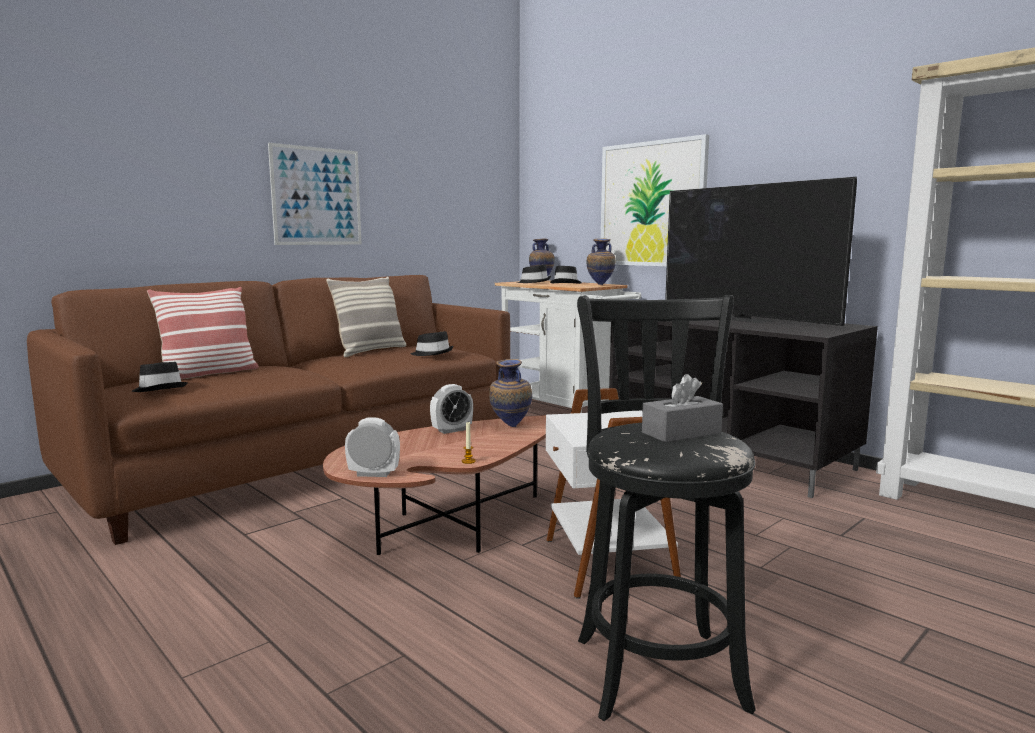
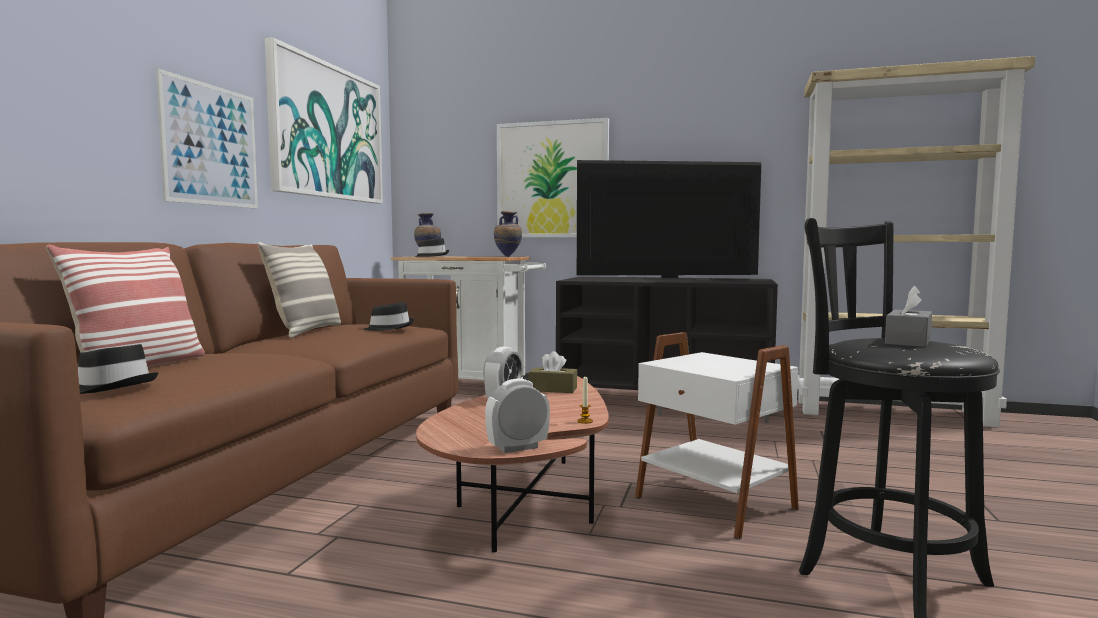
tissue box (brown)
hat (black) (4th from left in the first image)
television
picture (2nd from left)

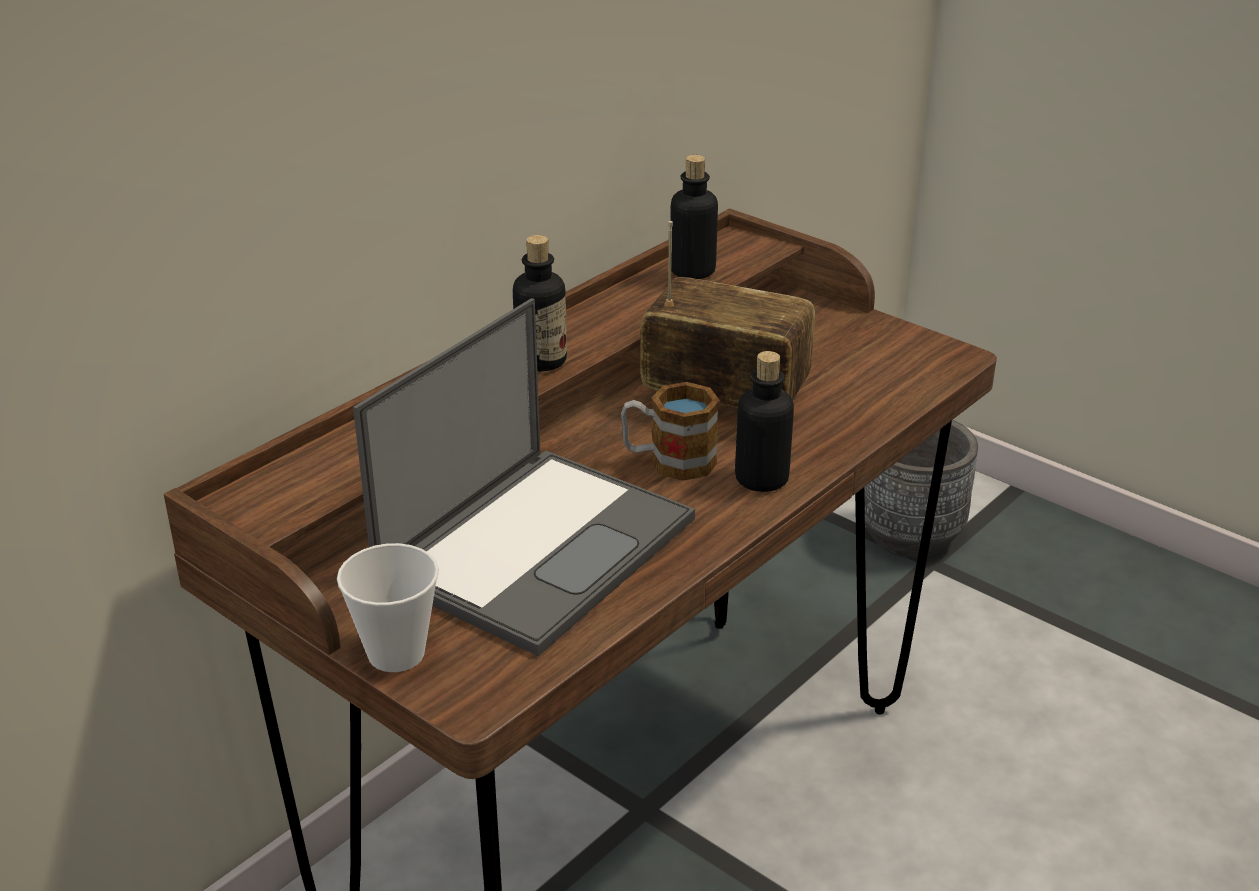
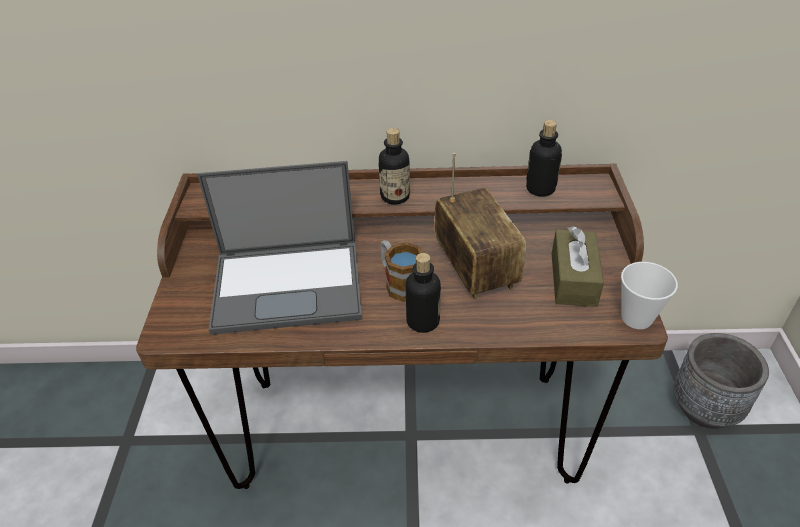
cup
tissue box (brown)

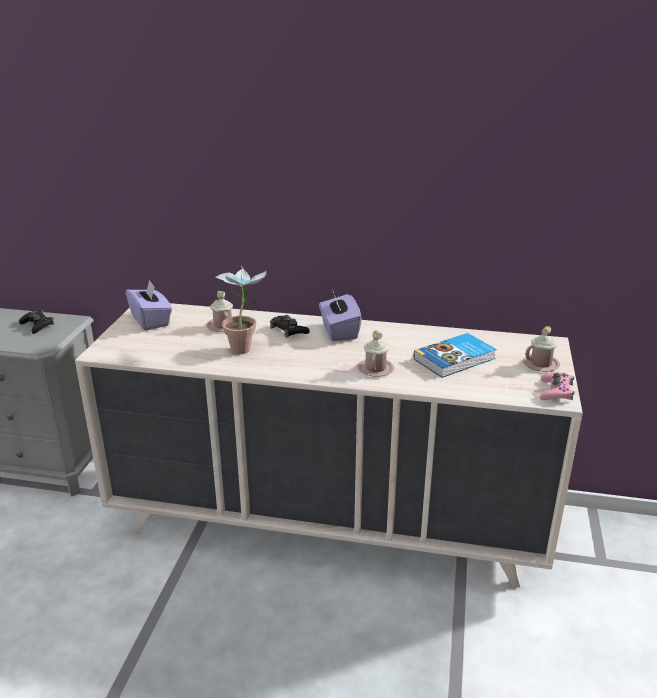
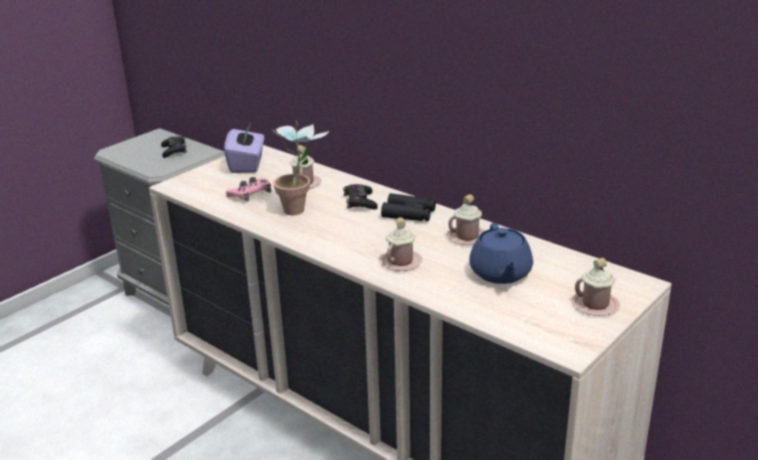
binoculars (black)
teapot (blue)
game controller (pink)
mug (pink) (3rd from left)

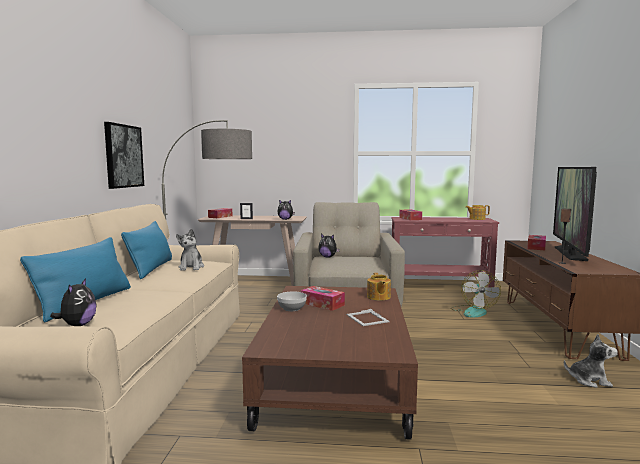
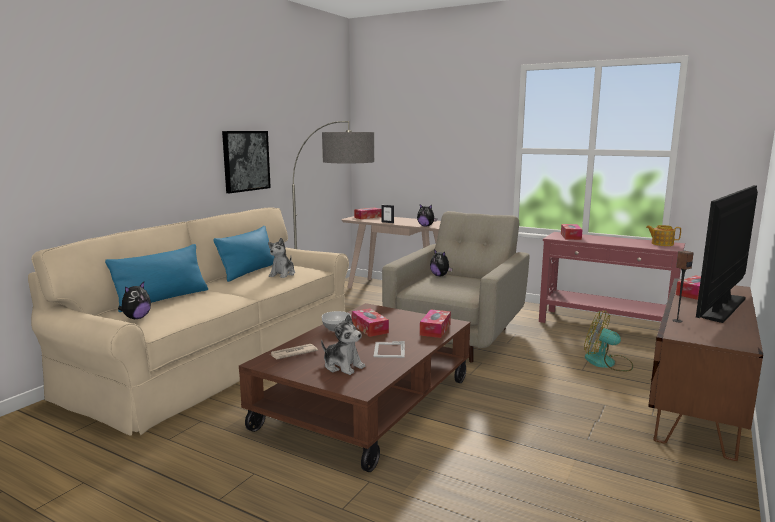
tissue box (3rd from left)
fan
plush toy (3rd from left)
newspaper

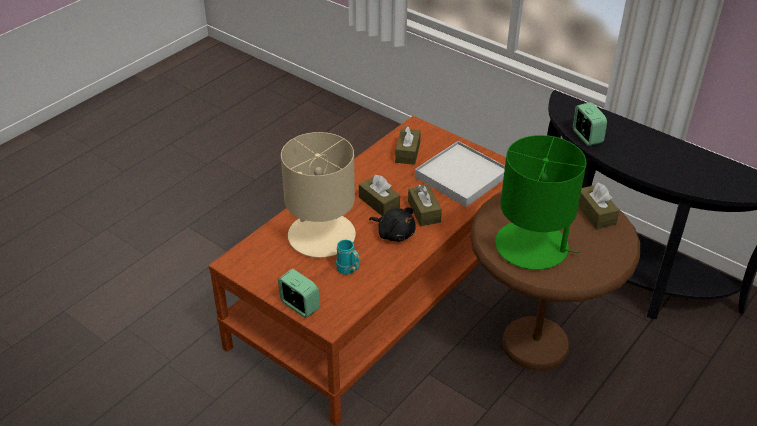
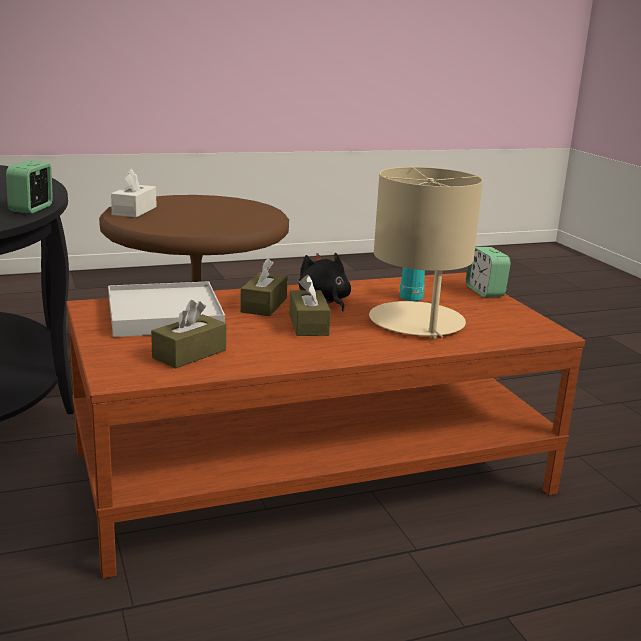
table lamp (green)
tissue box (white)

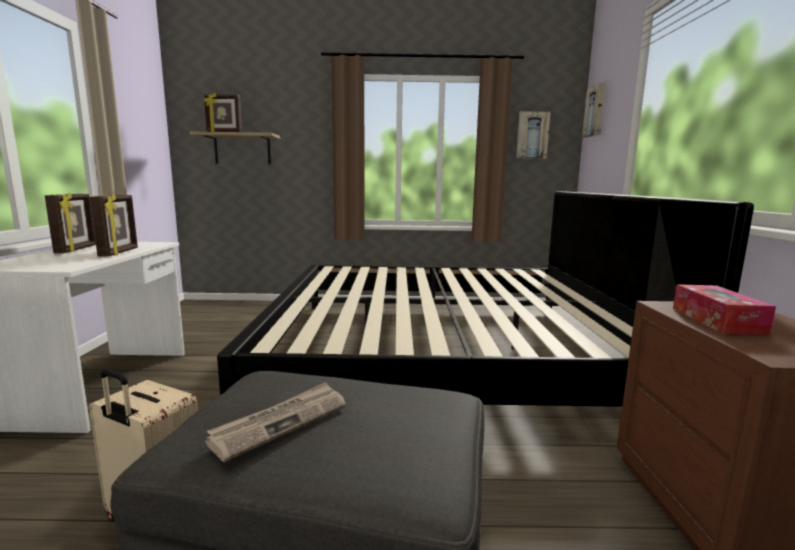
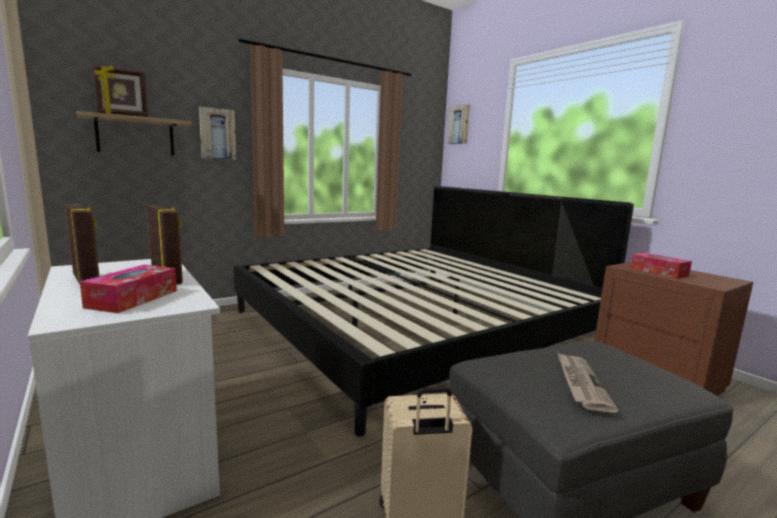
picture (1st from left)
tissue box (1st from left)

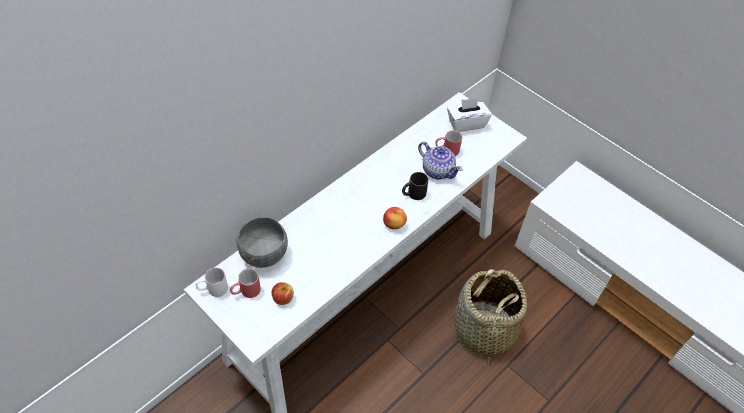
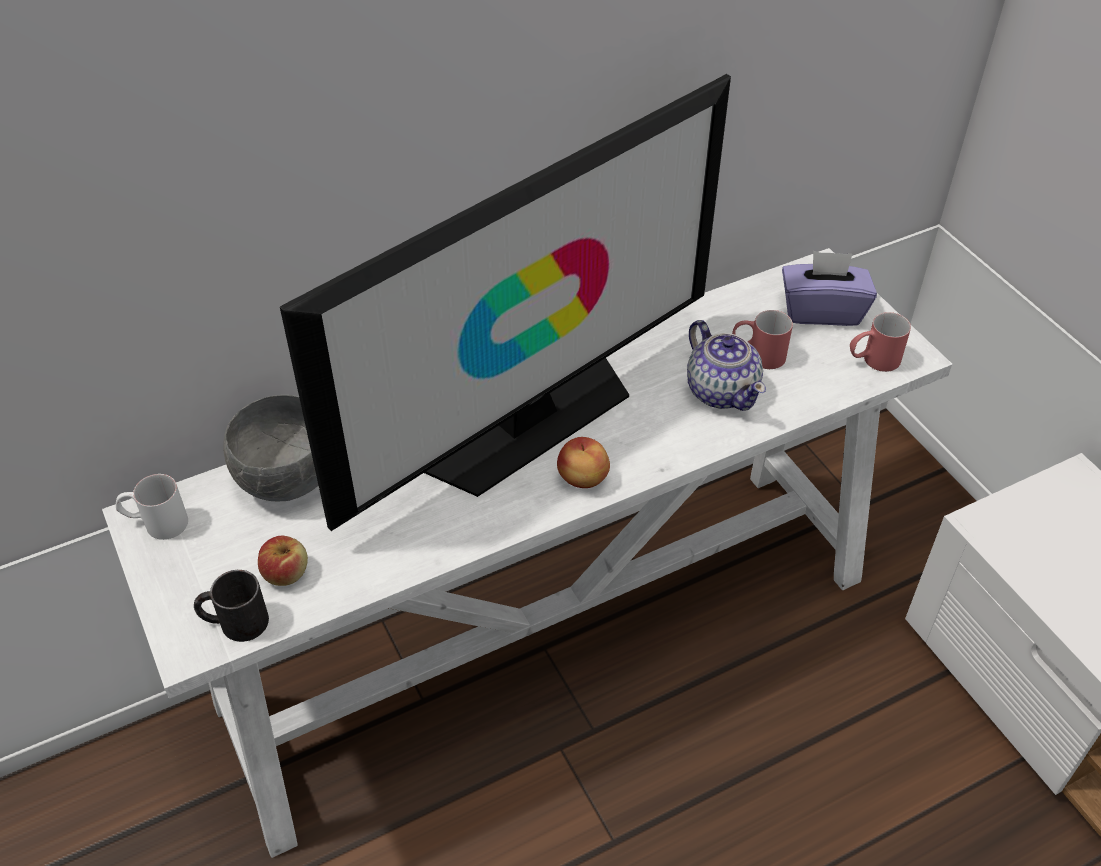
mug (red) (2nd from left)
mug (black)
tissue box (purple)
basket
television

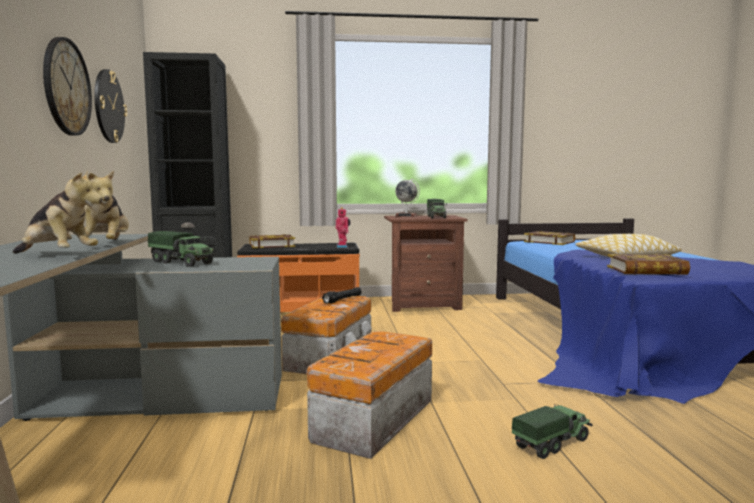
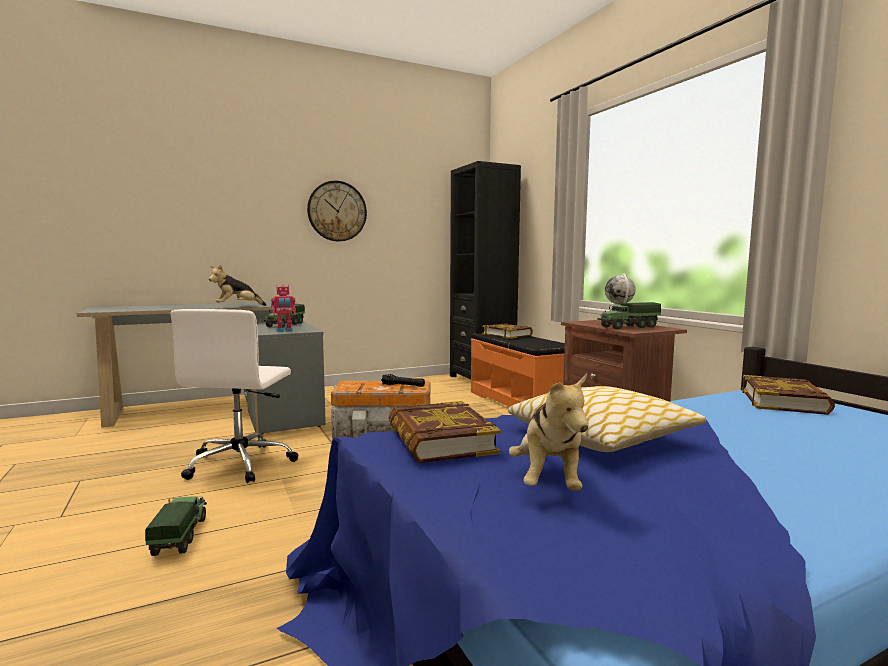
plush toy (2nd from left)
wall clock (2nd from left in the first image)
office chair (white)
toy robot
toy truck (1st from left)

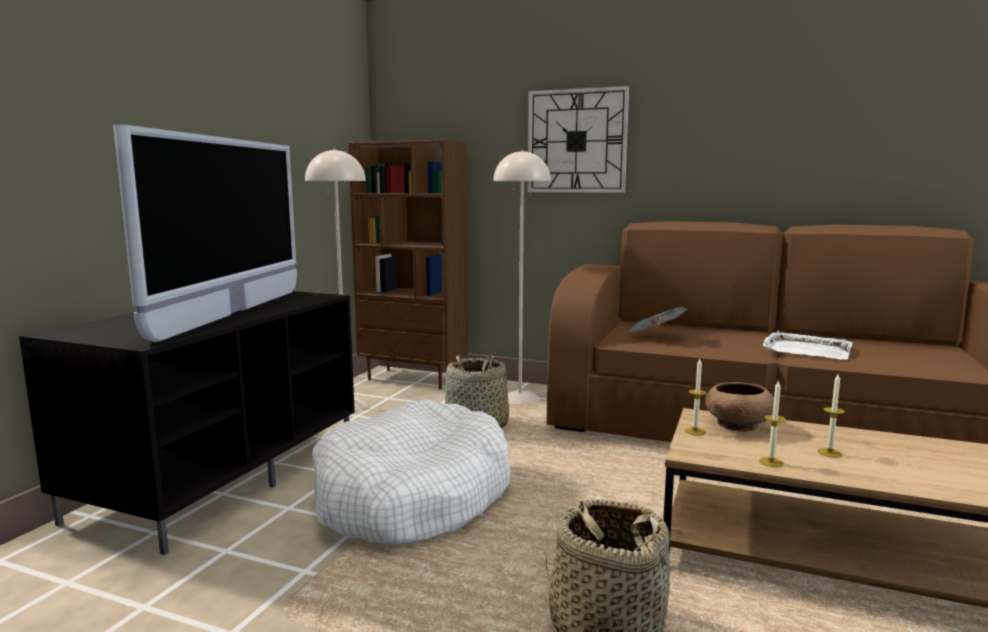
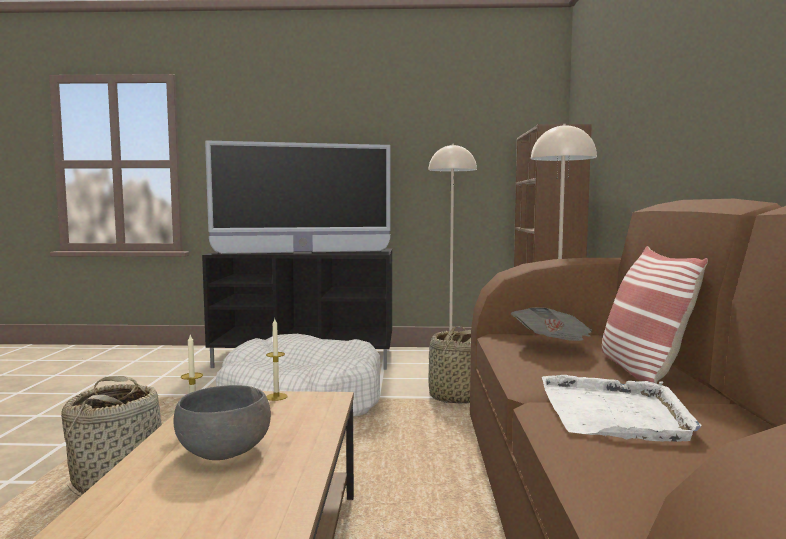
wall clock
bowl (brown)
bowl (grey)
pillow

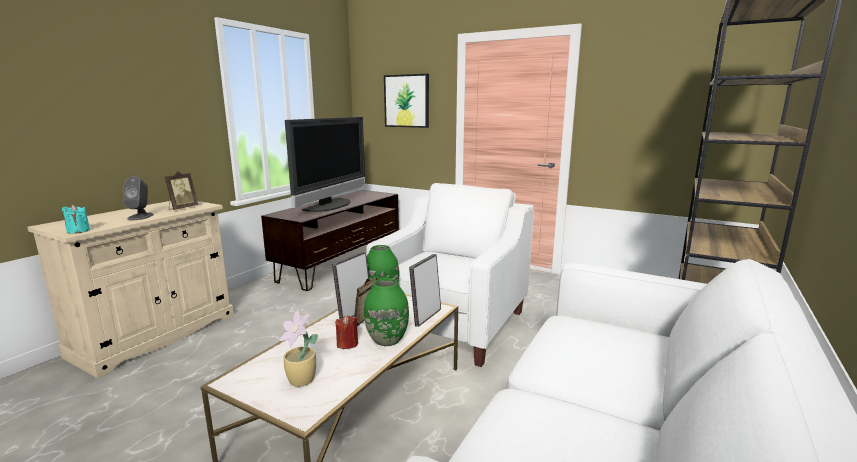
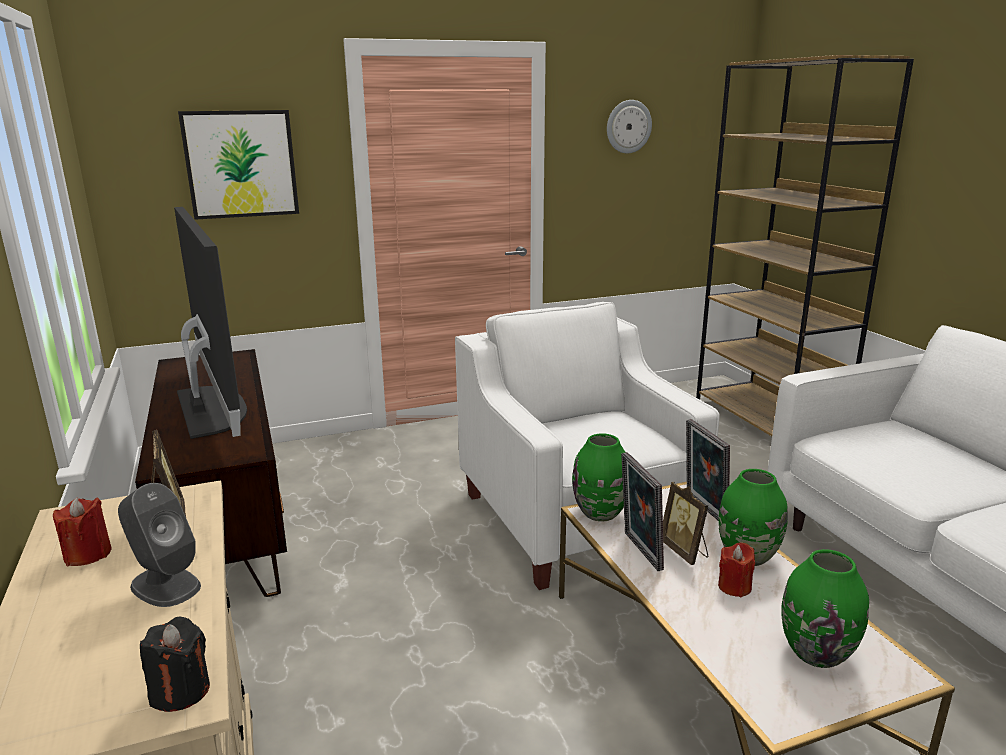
candle (black)
vase (green) (3rd from left)
candle (red) (1st from left)
wall clock

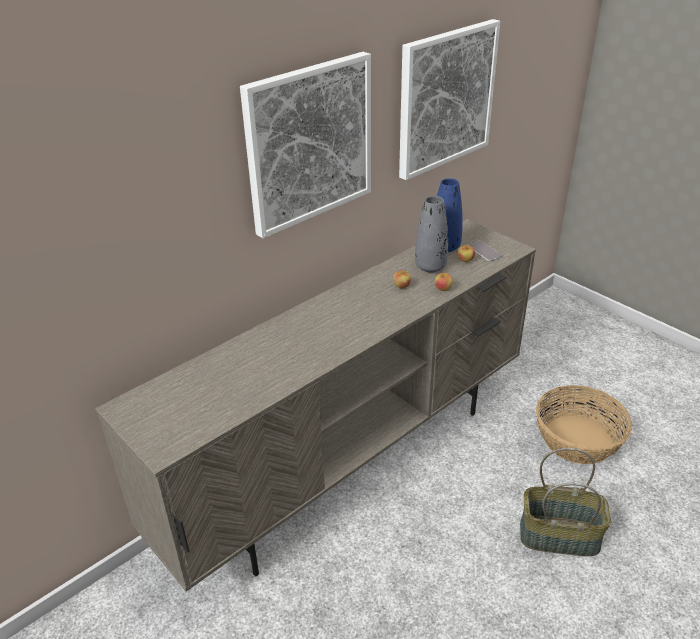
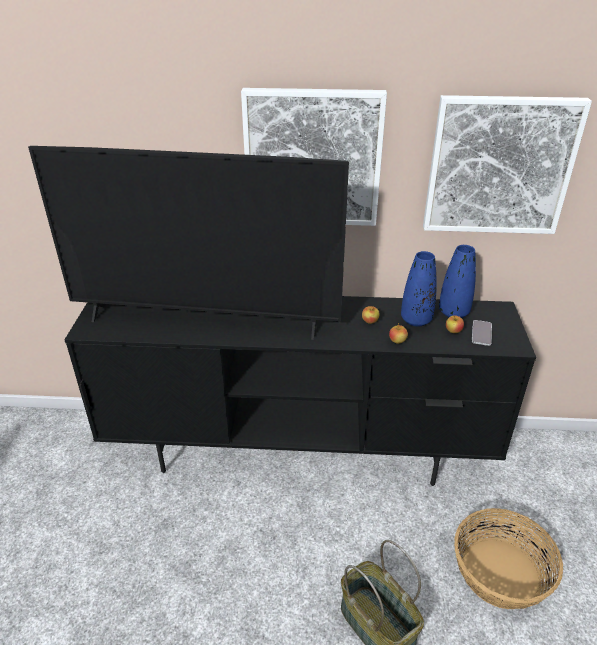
tv stand (black)
vase (blue) (1st from left)
television

